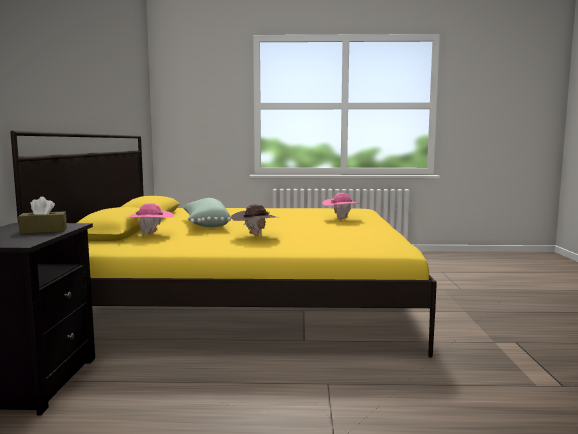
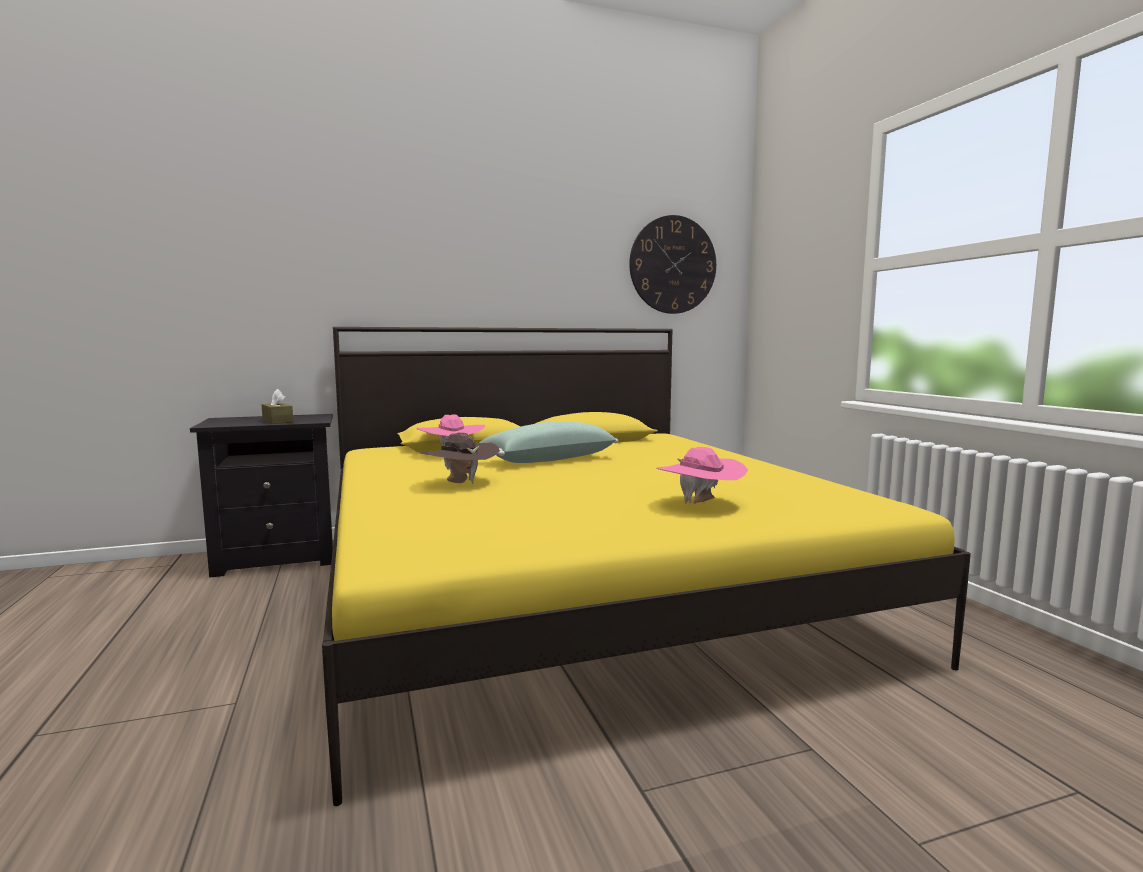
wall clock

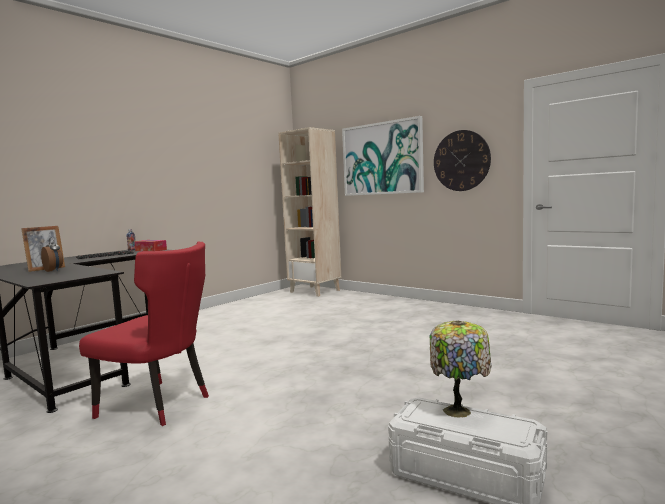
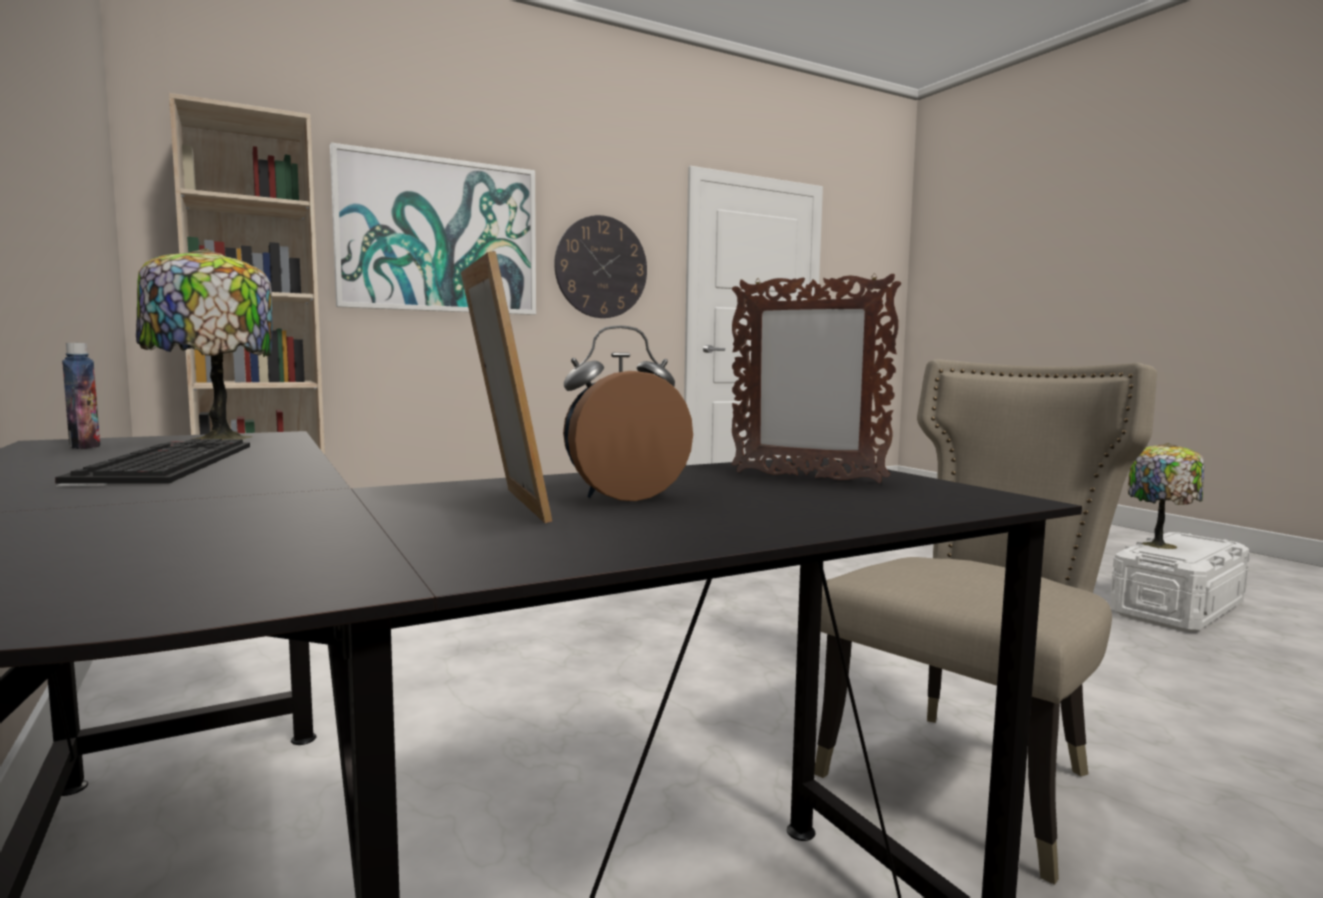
chair (beige)
table lamp (1st from left)
picture frame (2nd from left)

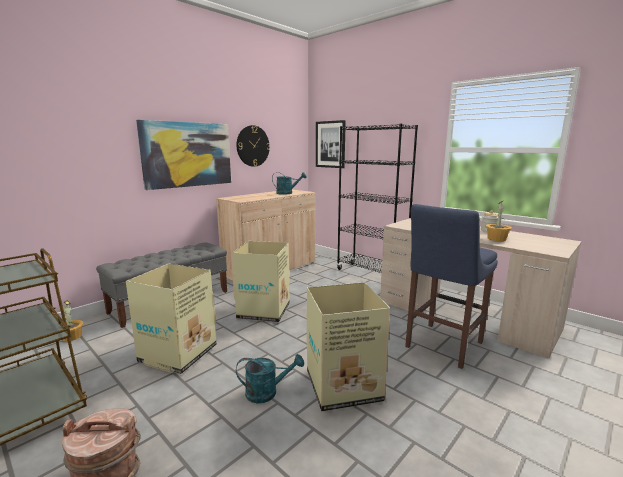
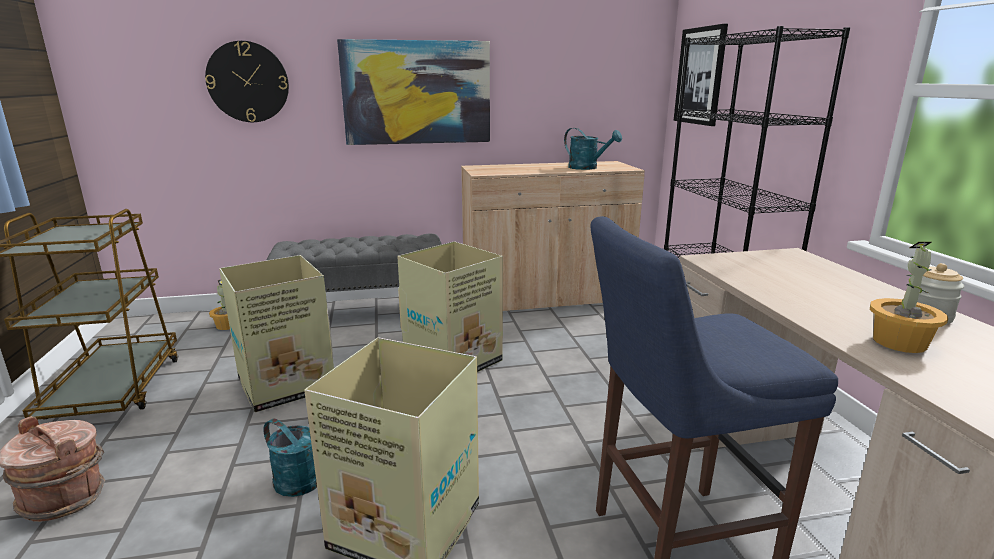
wall clock

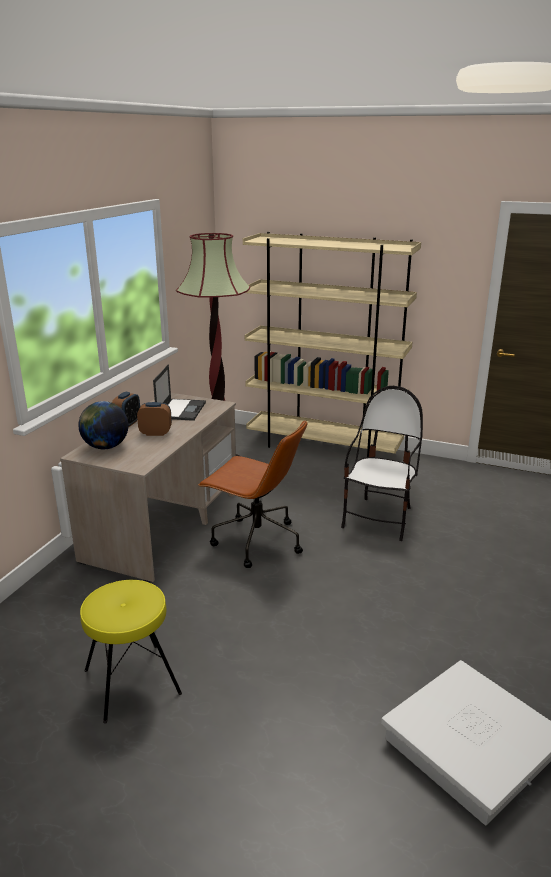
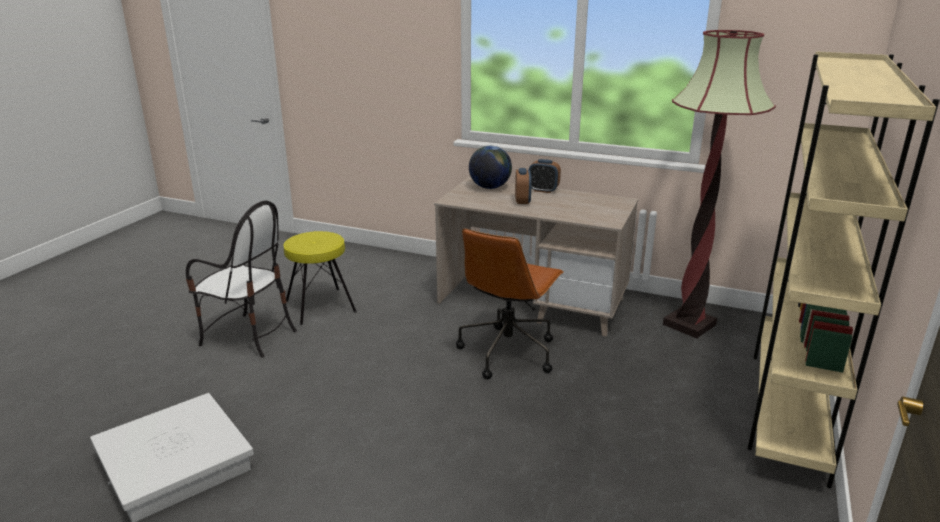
laptop
chair

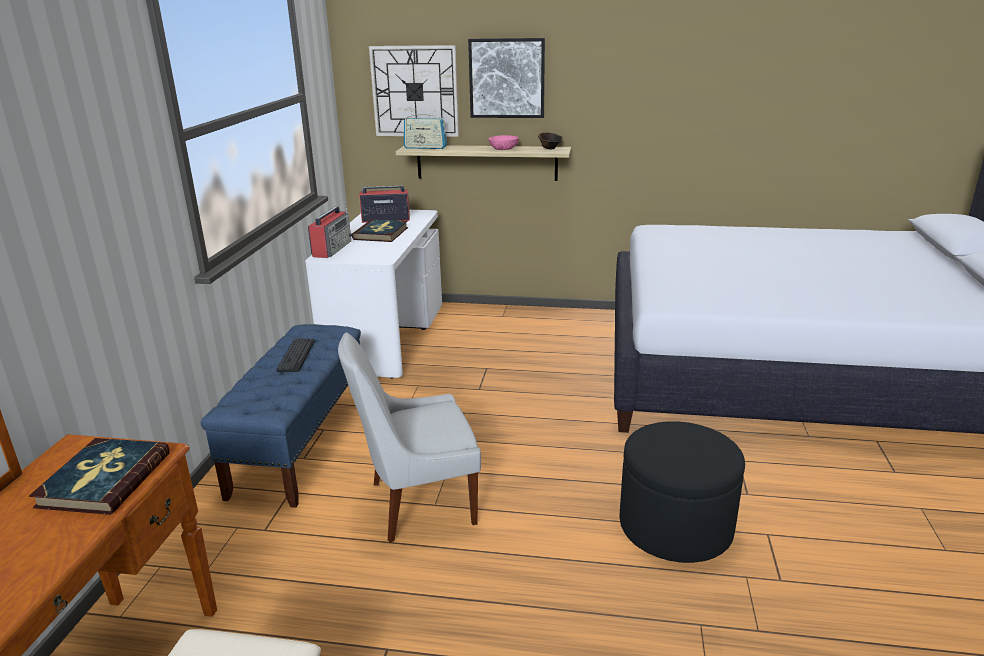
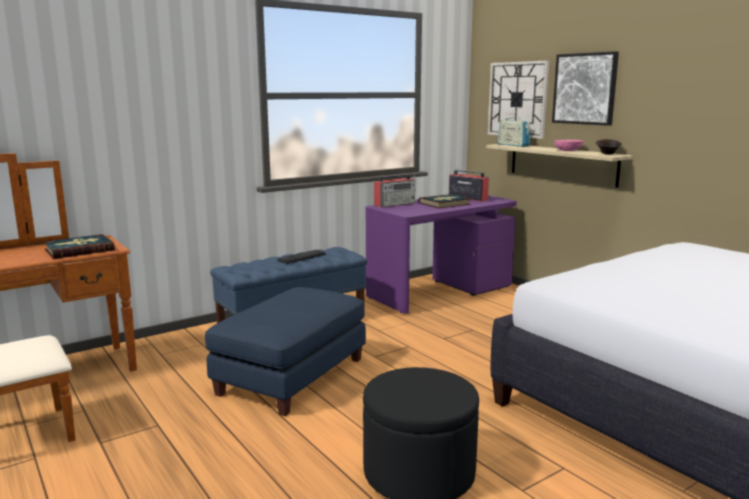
desk (purple)
ottoman (blue)

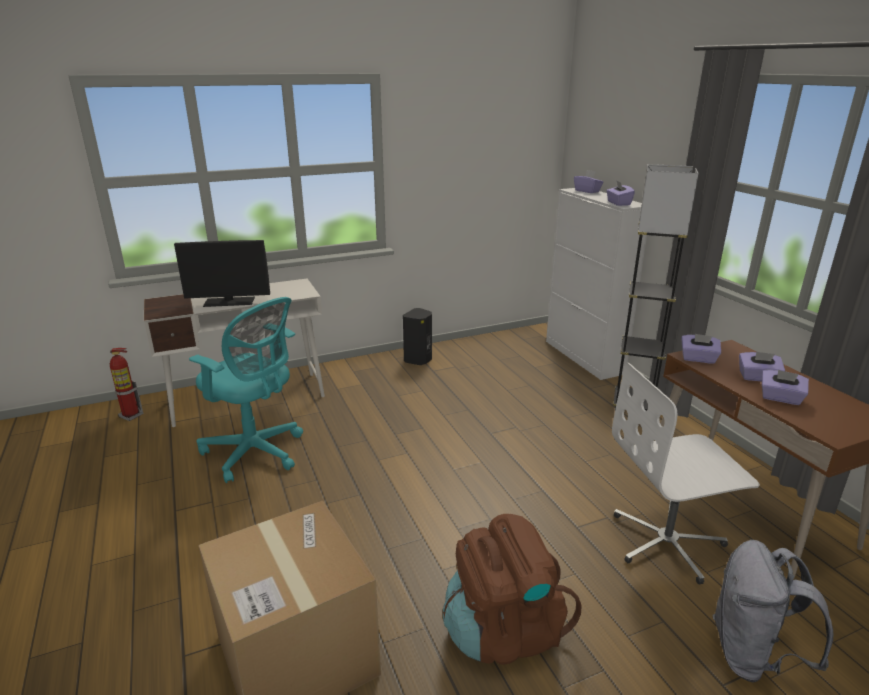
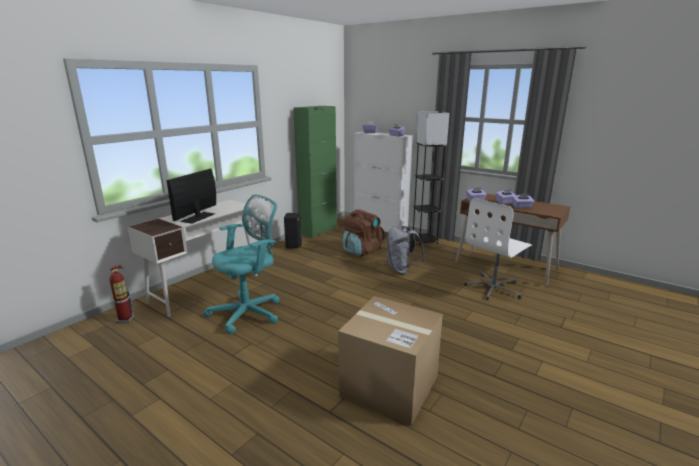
monitor
office chair (turquoise)
backpack (brown)
backpack (grey)
cabinet (green)

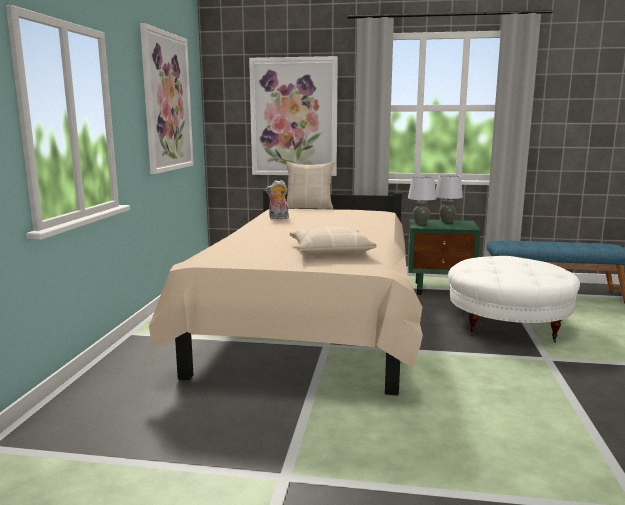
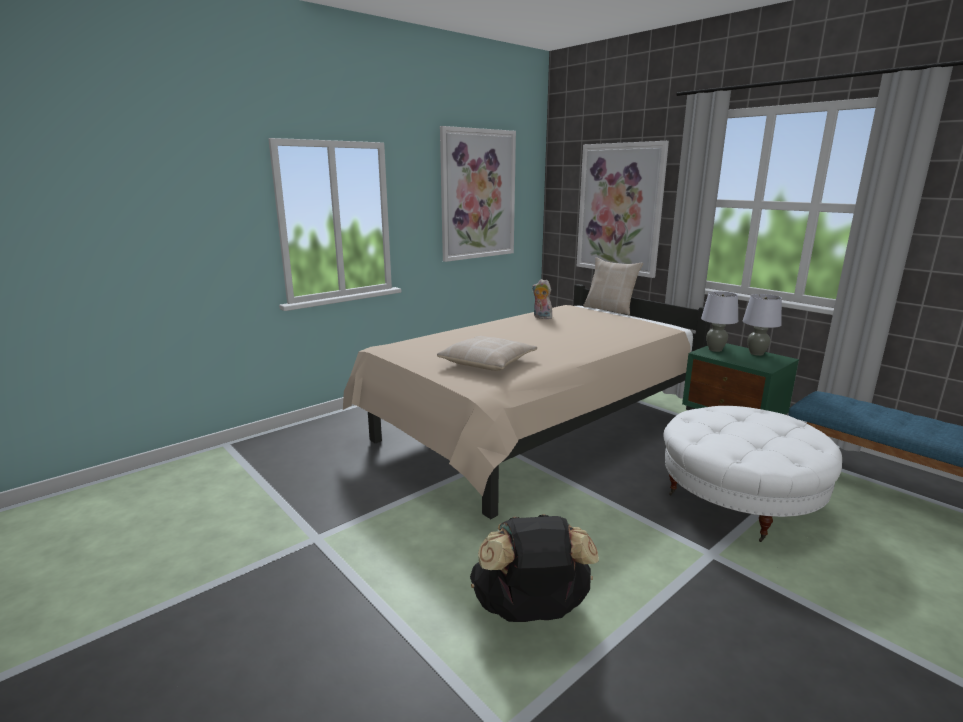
backpack (black)

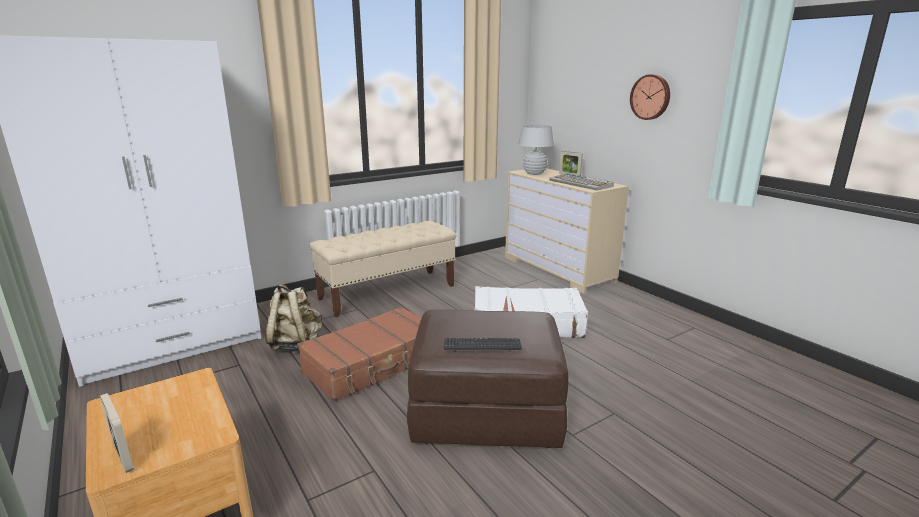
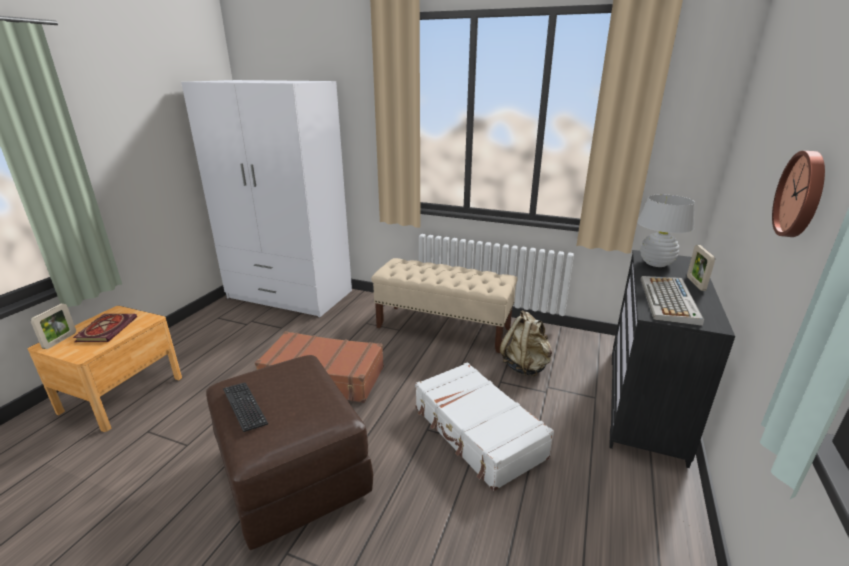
backpack (beige)
dresser (black)
book

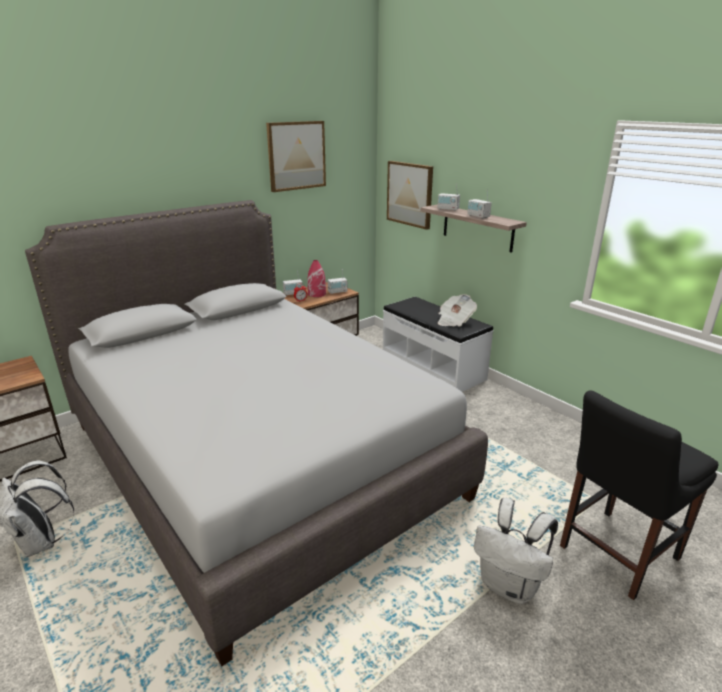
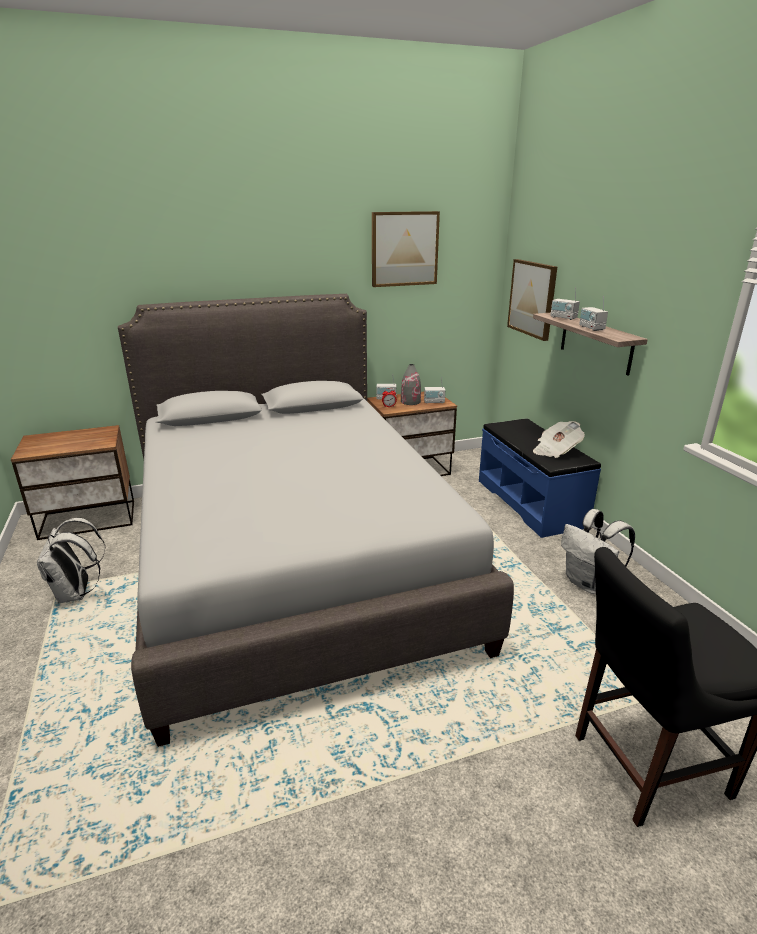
vase (grey)
bench (blue)
backpack (white) (2nd from left)

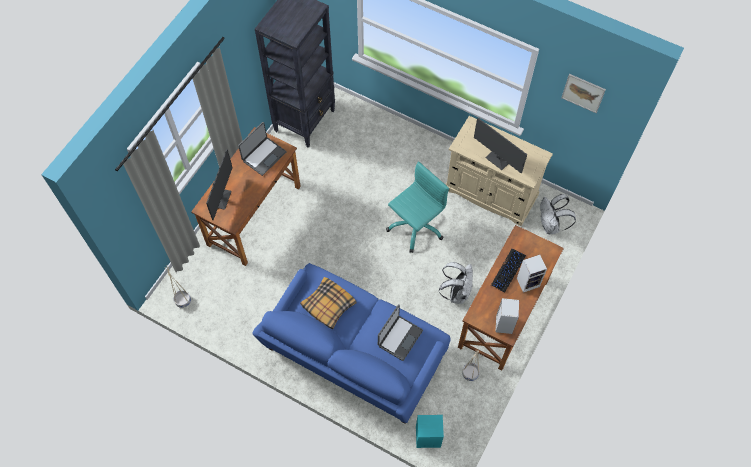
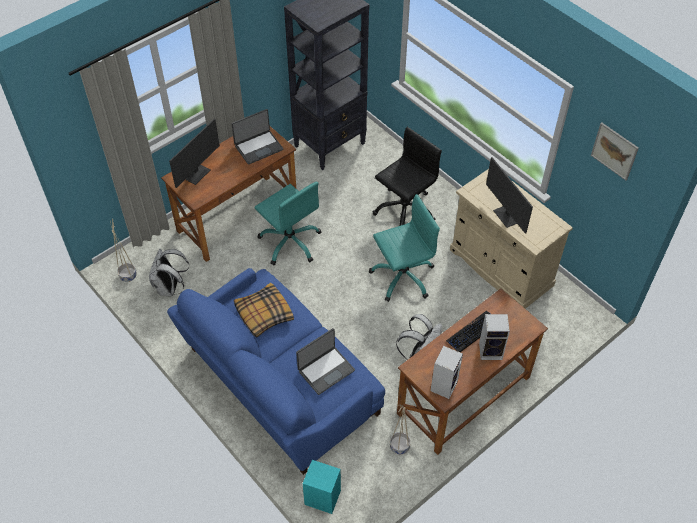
backpack (white) (1st from left)
office chair (turquoise) (1st from left)
office chair (black)

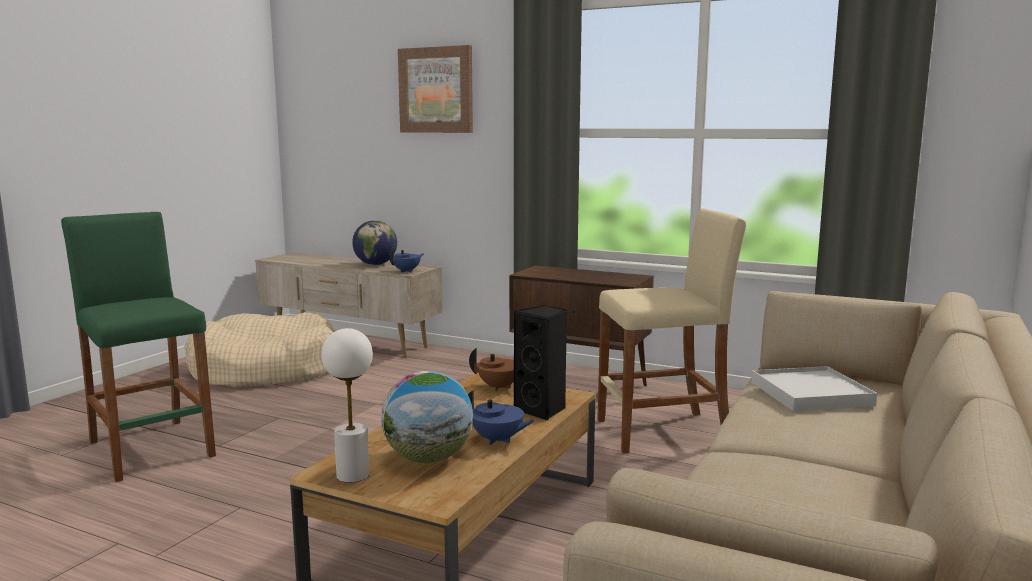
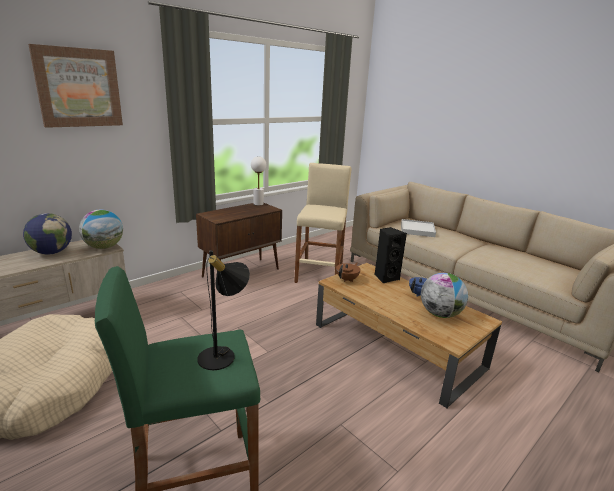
table lamp (white)
globe (2nd from left)
table lamp (black)

